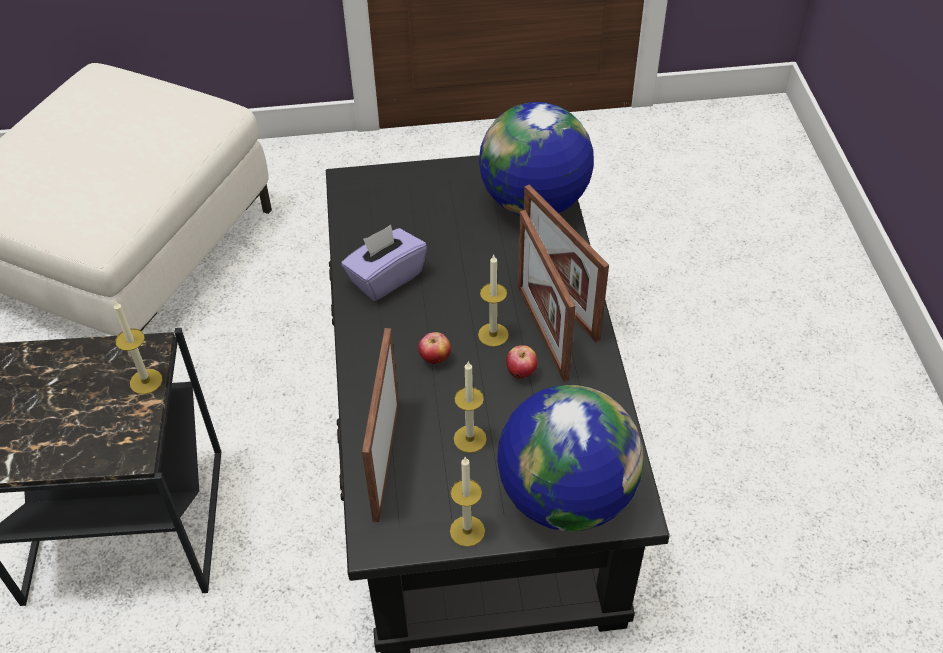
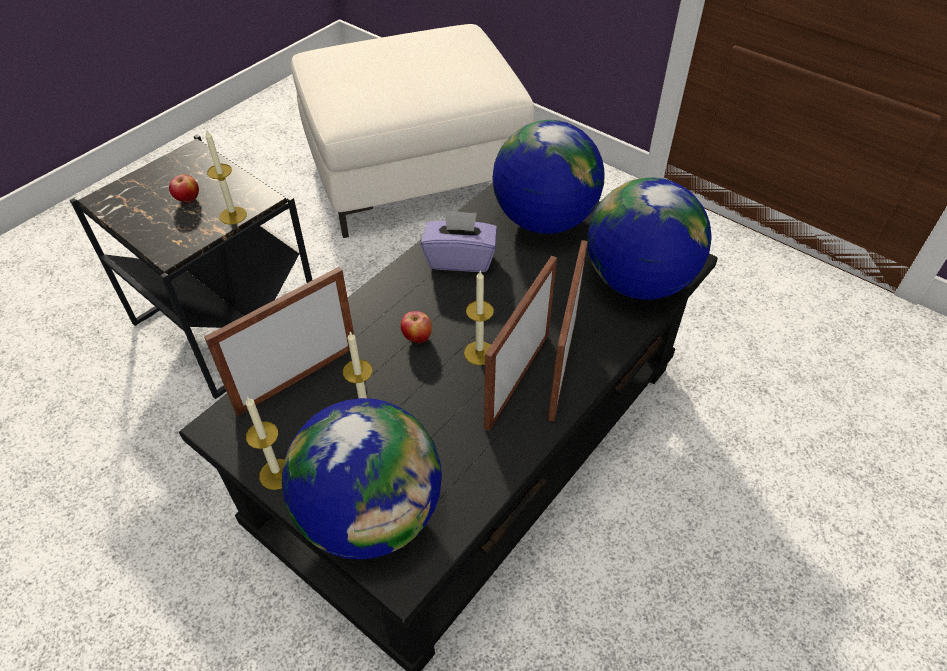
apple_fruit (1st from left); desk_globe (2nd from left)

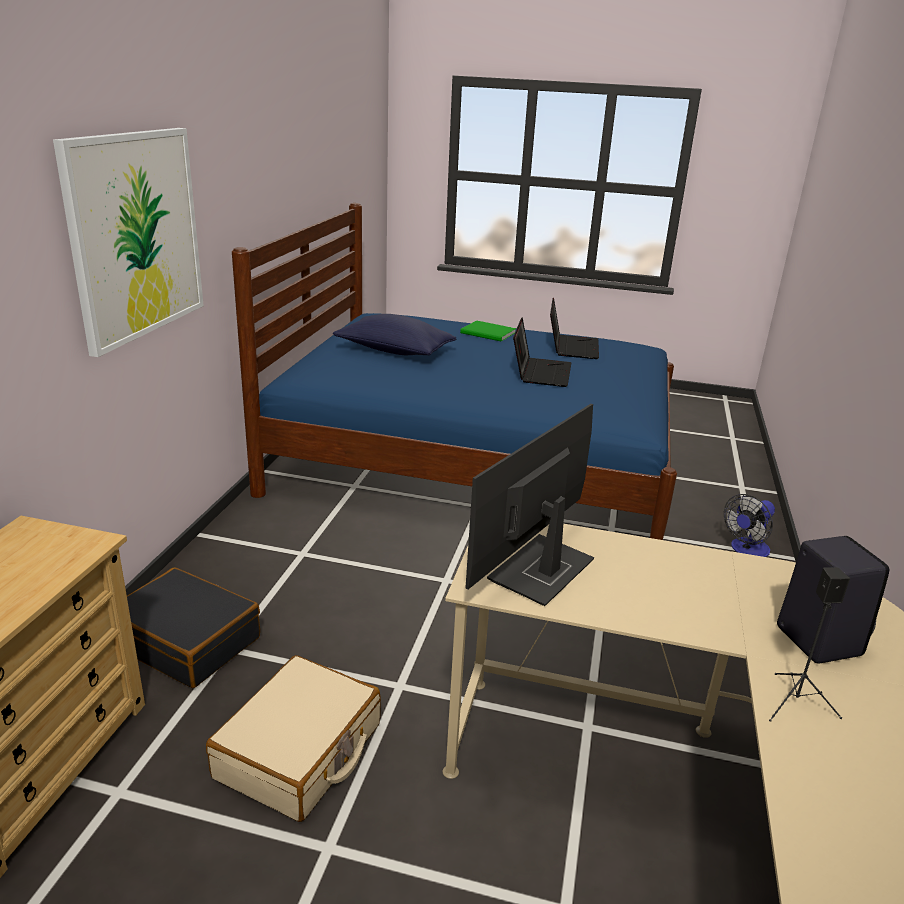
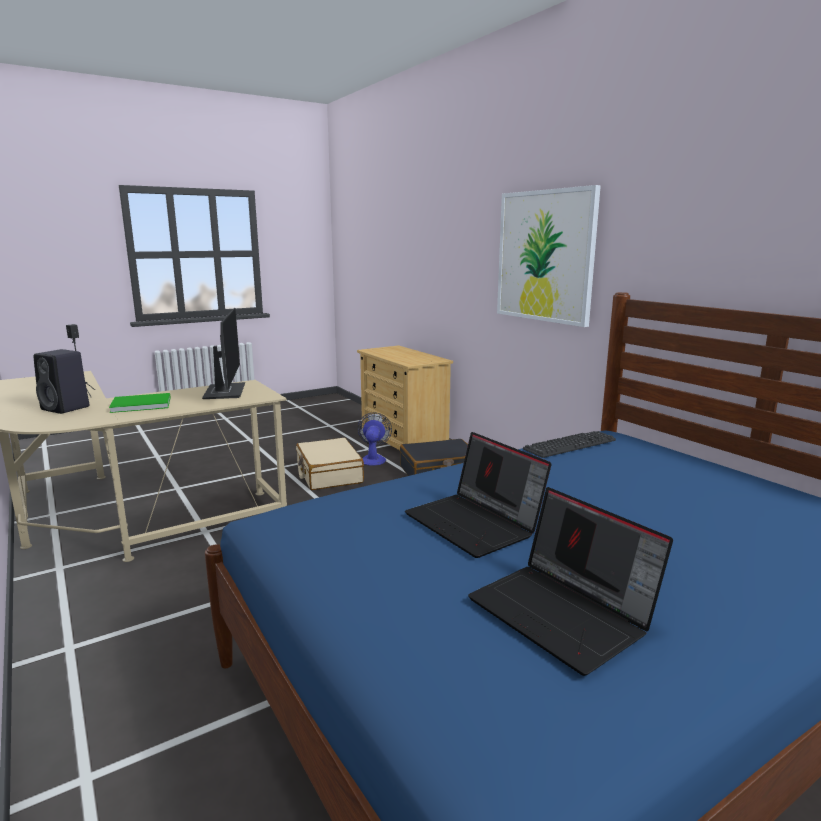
green_volume; fan; keyboard; blue_pillow

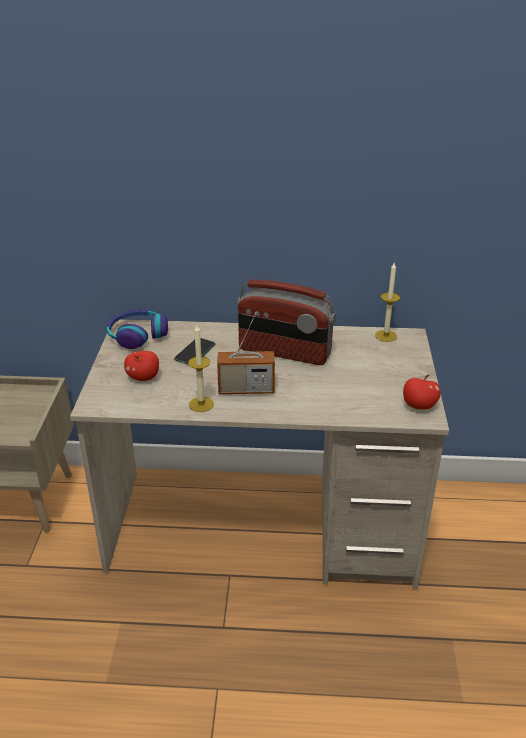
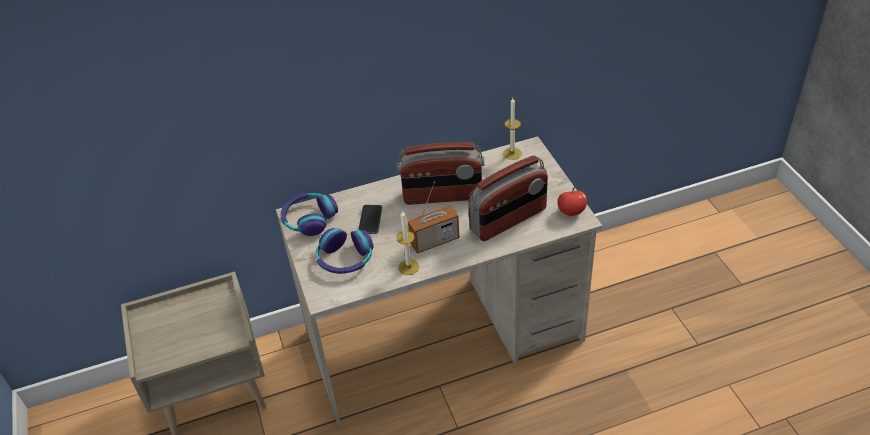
headphones (2nd from left); radio (3rd from left)

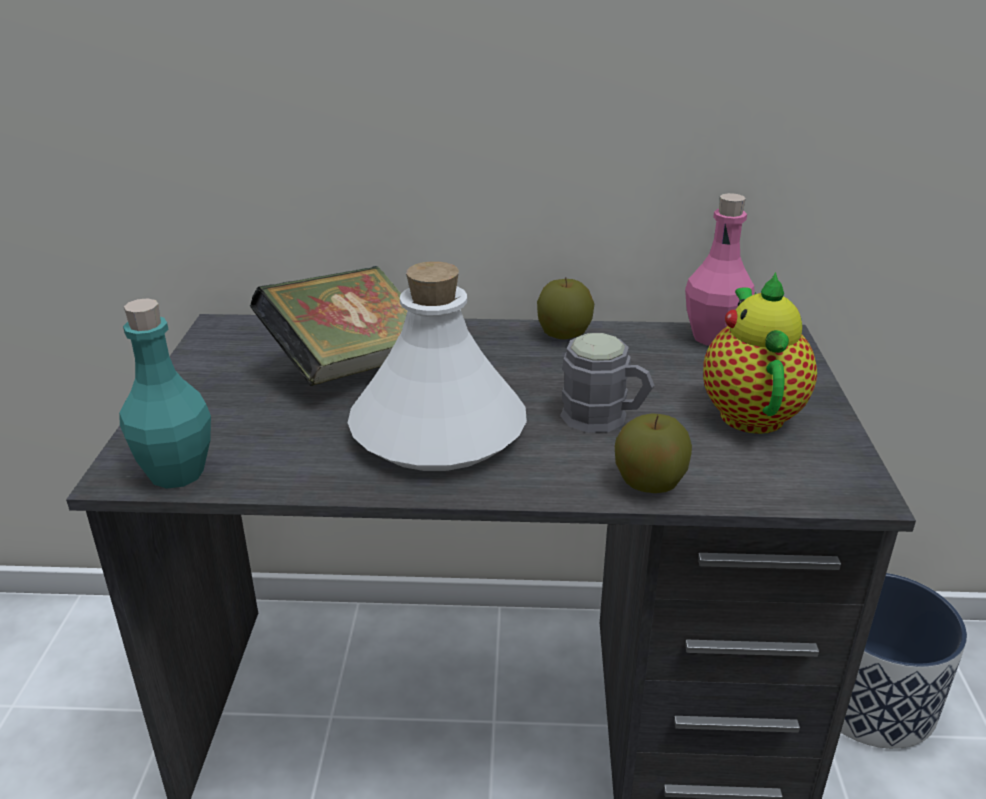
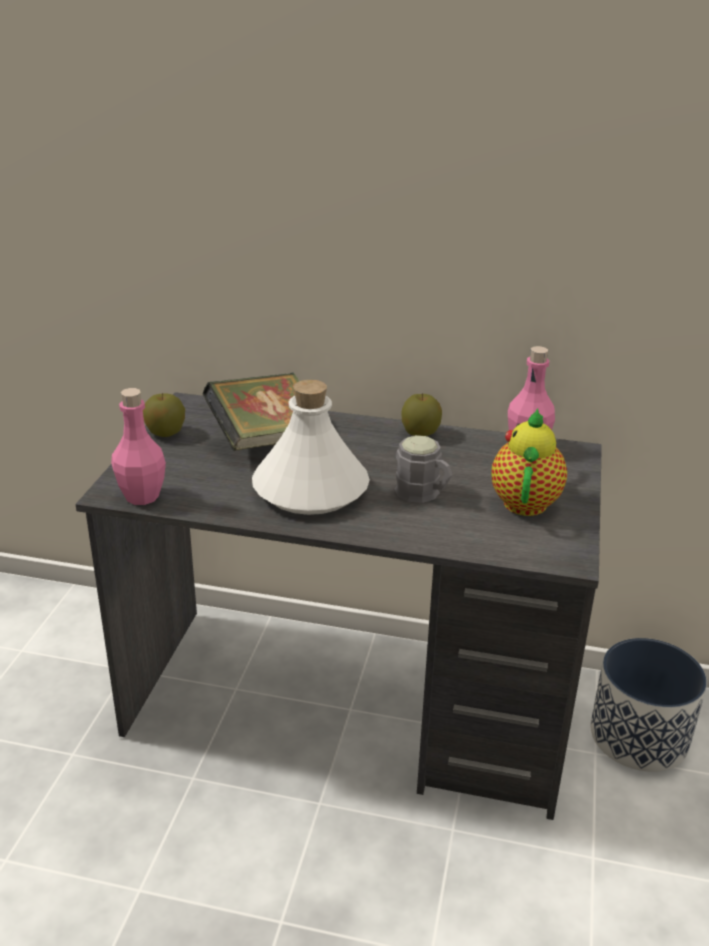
pinkish_bottle (1st from left); apple_fruit (1st from left)

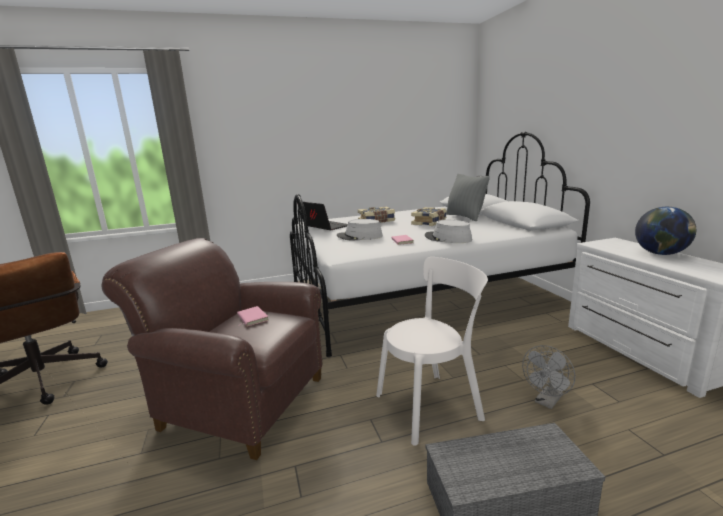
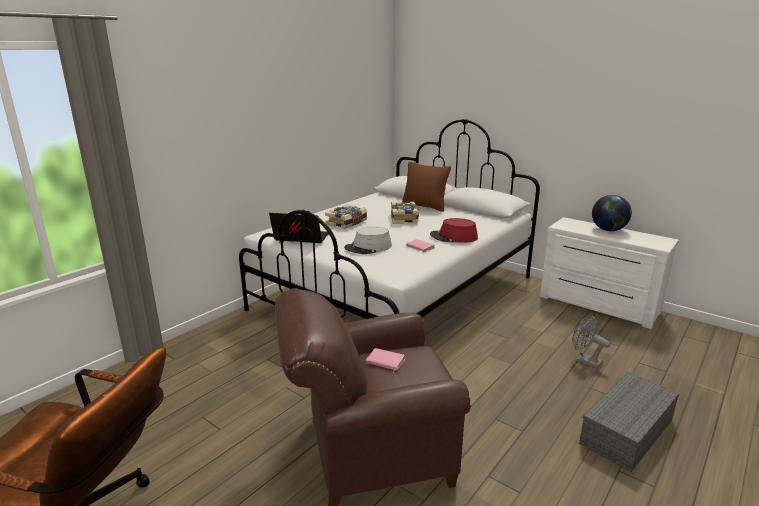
brownish_pillow; red_hat; greyish_fan; white-coloured_plain_chair

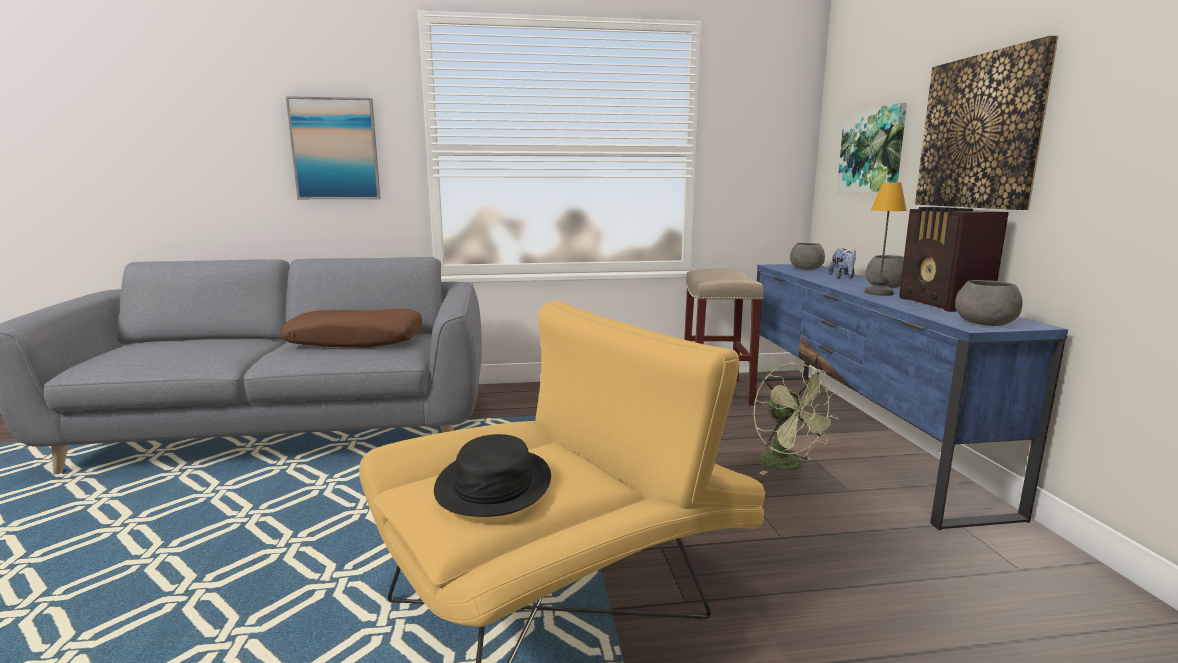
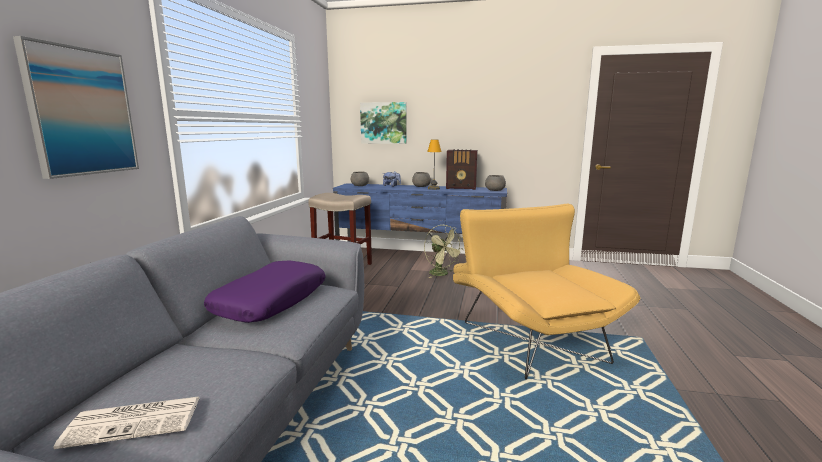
printed_paper; purple-coloured_pillow; green_fan; black_hat; wall_art (3rd from left in the first image)

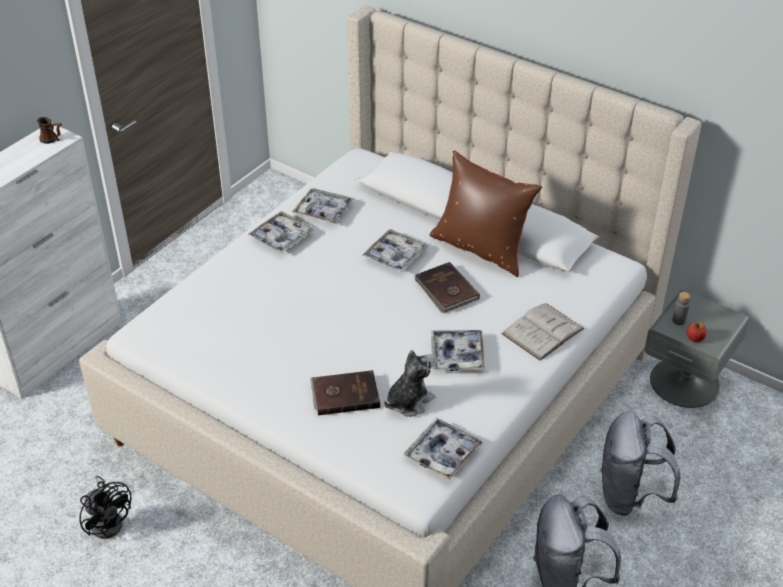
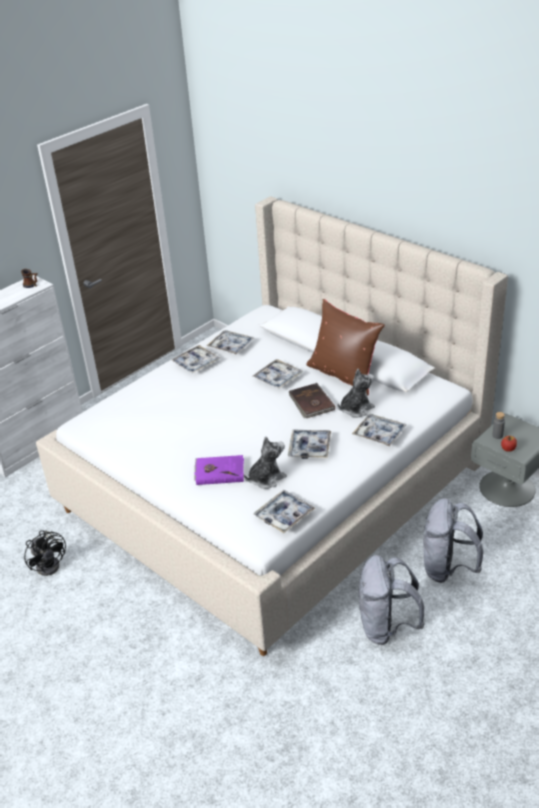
purple-coloured_volume; plush_toy (2nd from left); carrying_tray (6th from left)

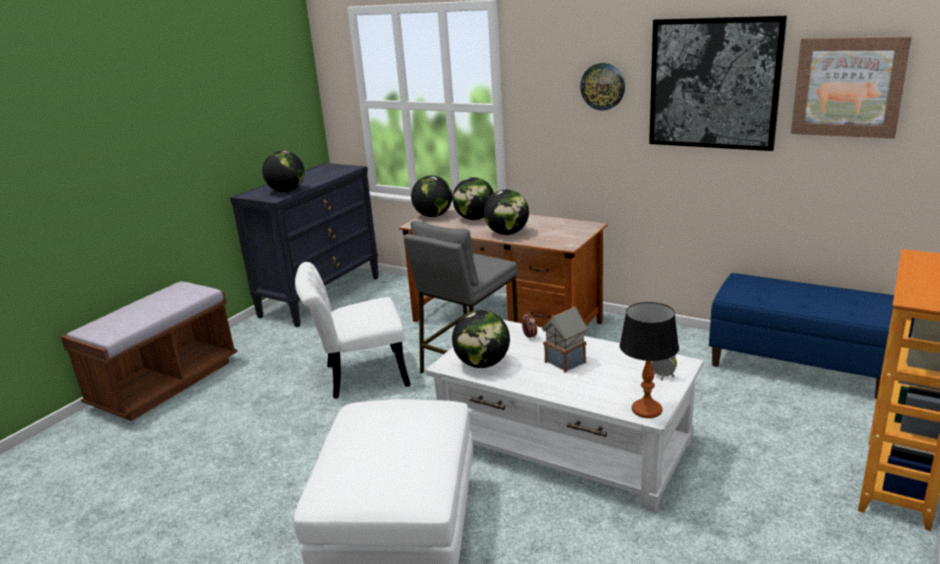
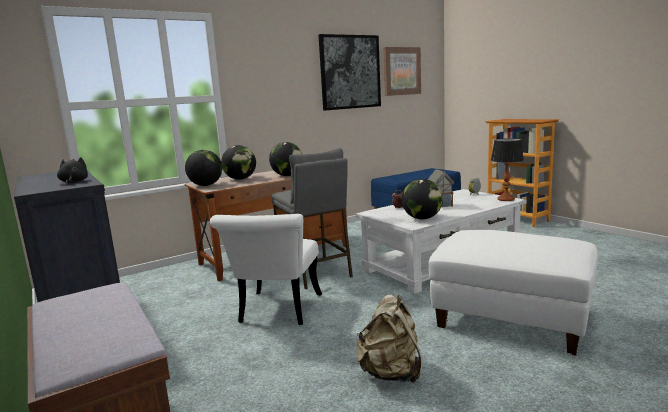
black_plush_toy; beige-coloured_rucksack; hanging_clock

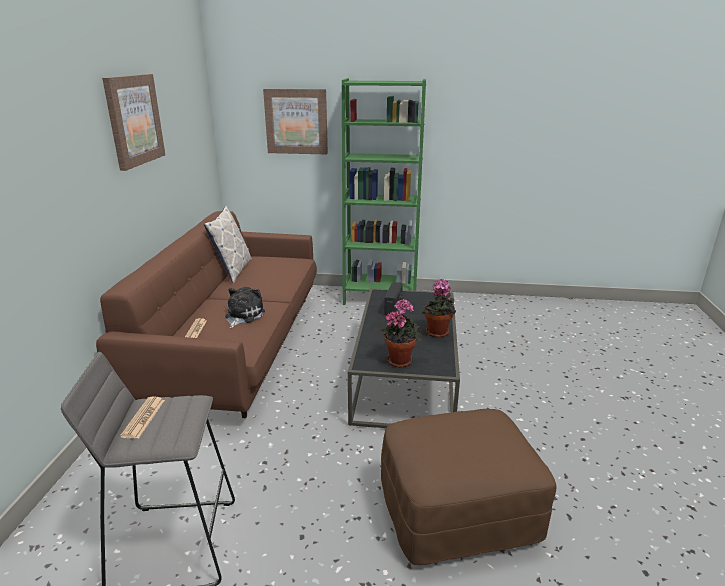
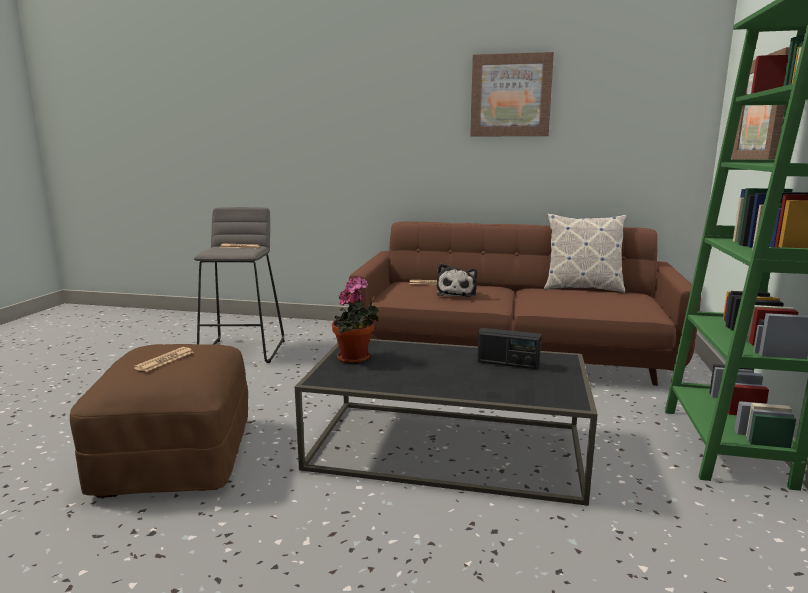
printed_paper (1st from left); plush_toy; plant_in_a_pot (2nd from left in the first image)

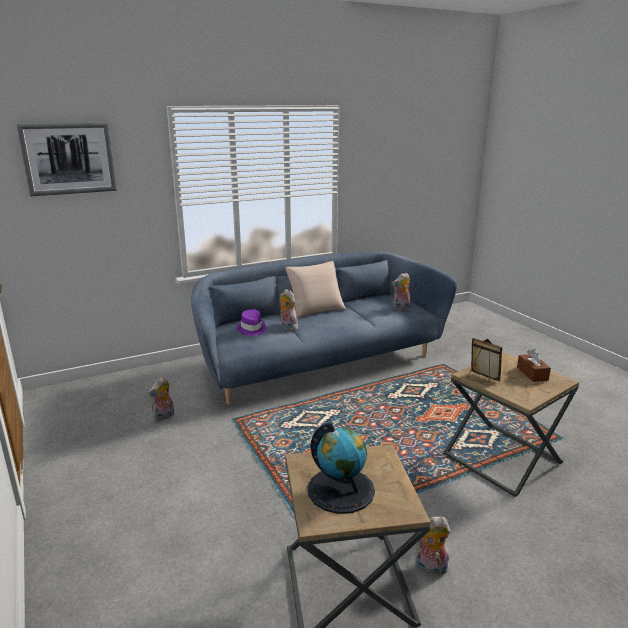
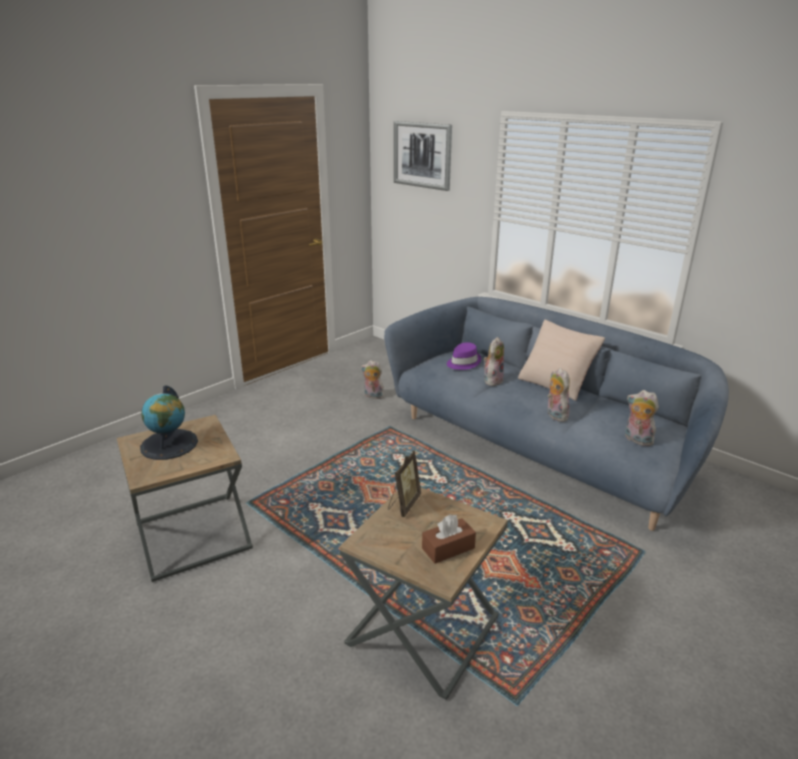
plush_toy (3rd from left)

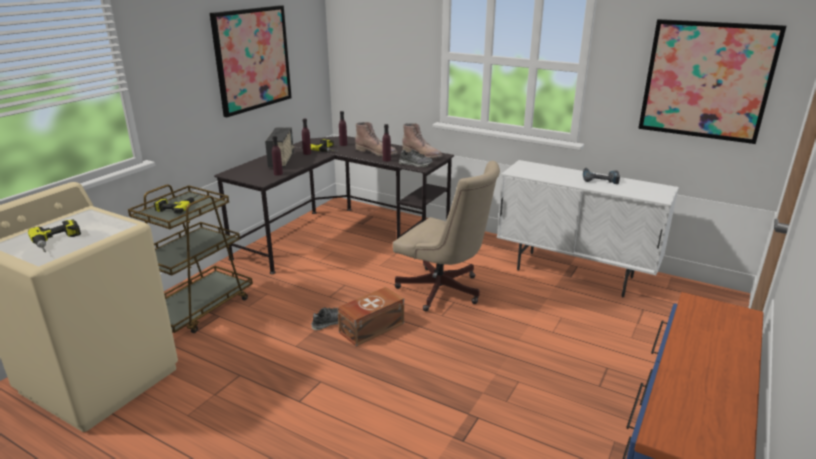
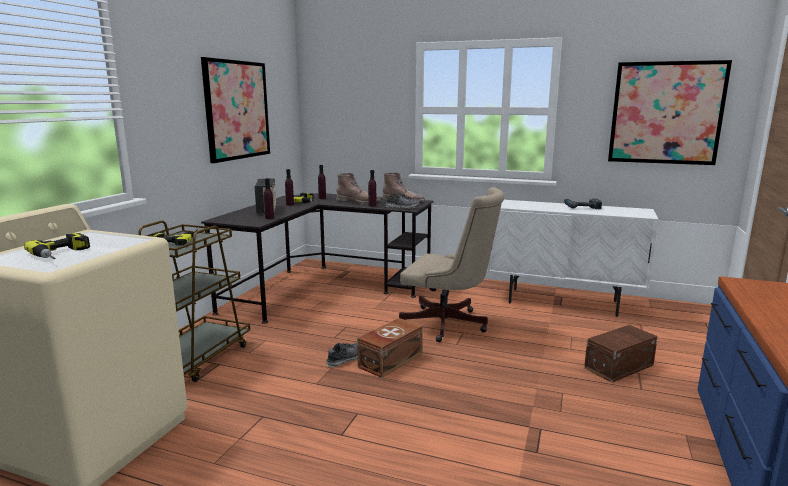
brownish_storage_bin (2nd from left)

